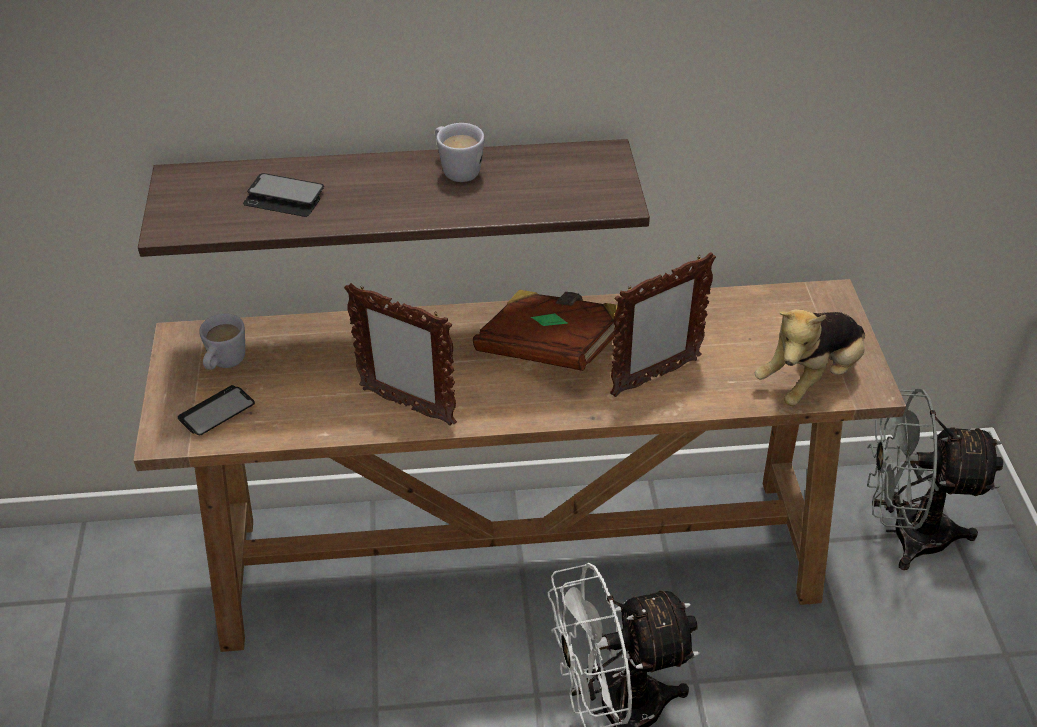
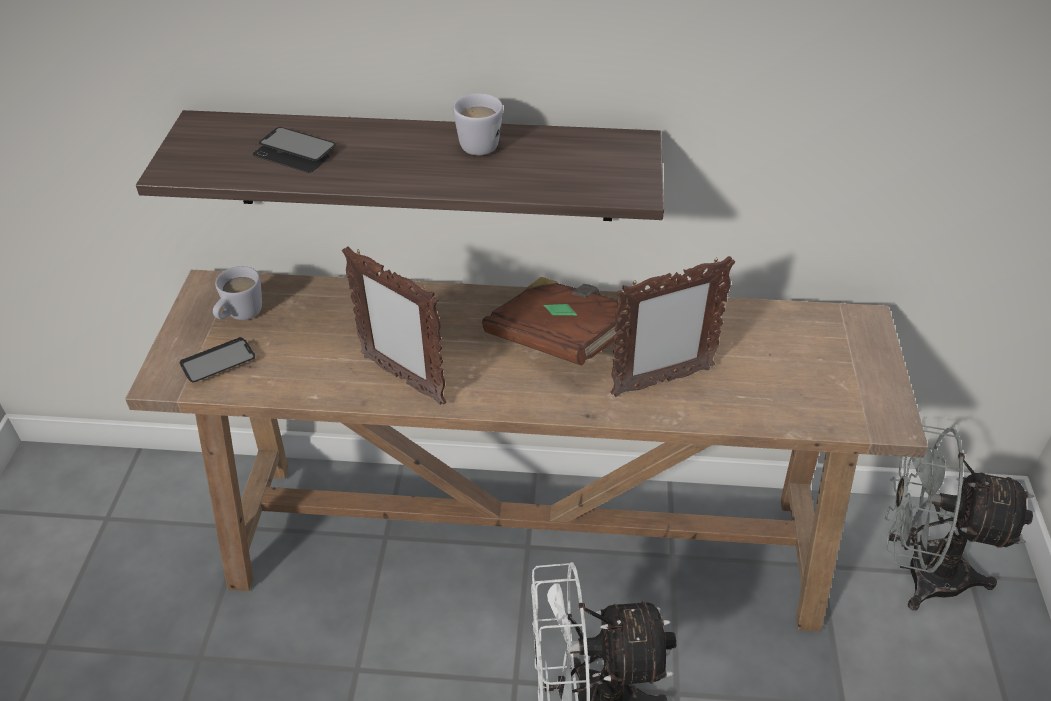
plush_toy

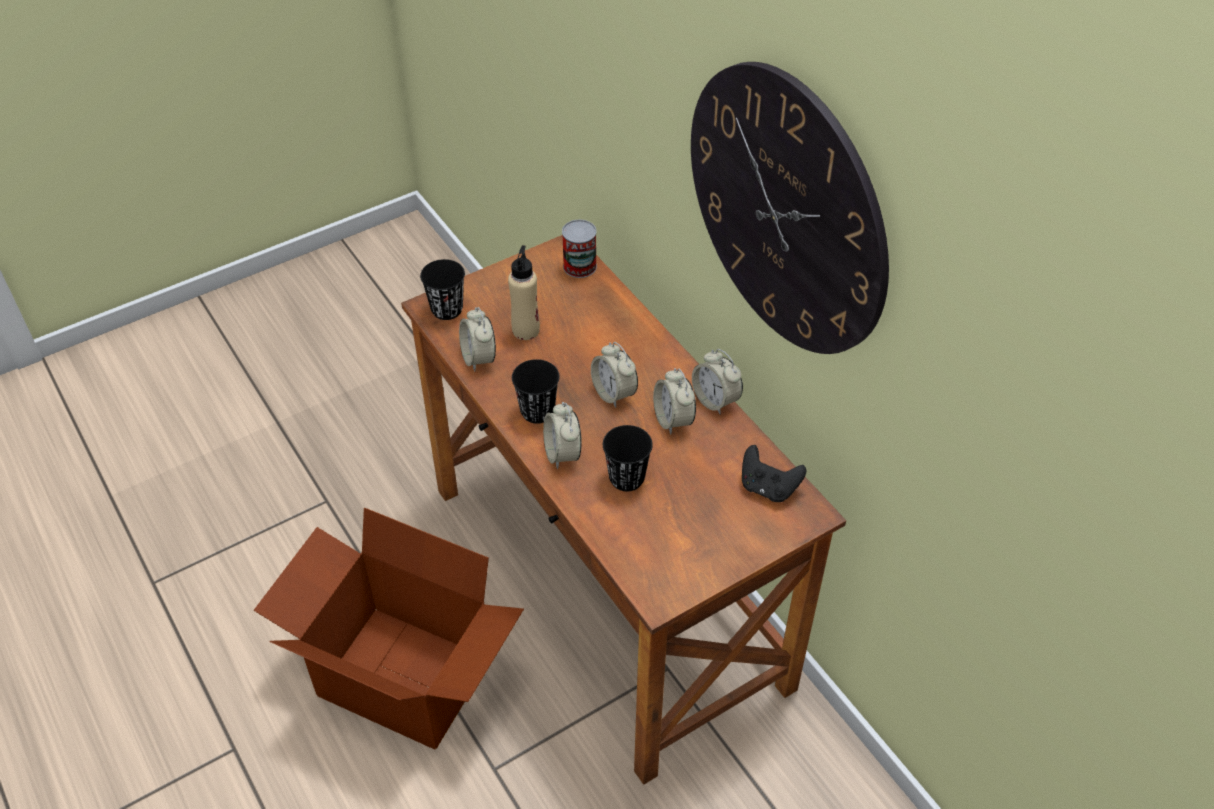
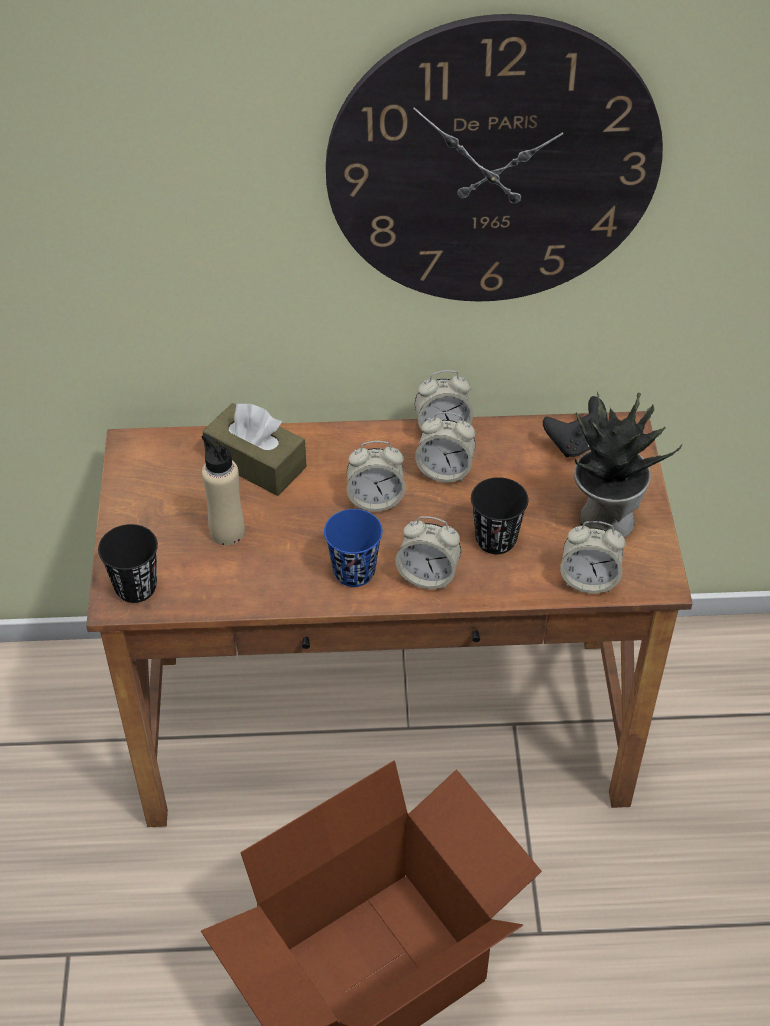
brownish_tissue_box; blue_cup; bedside_clock (5th from left); plant_in_a_pot; can

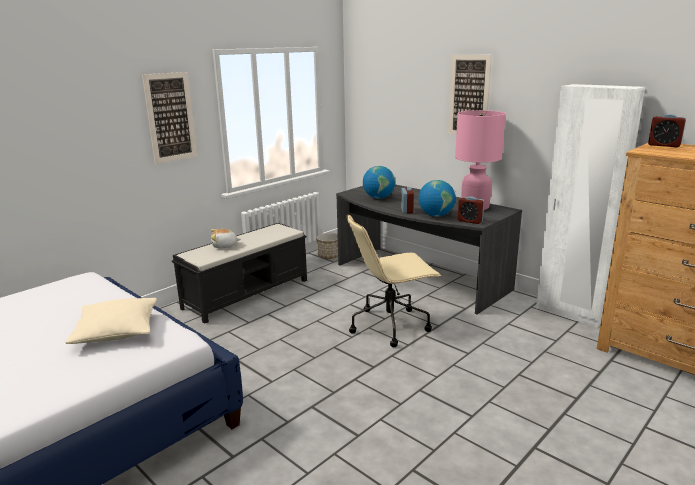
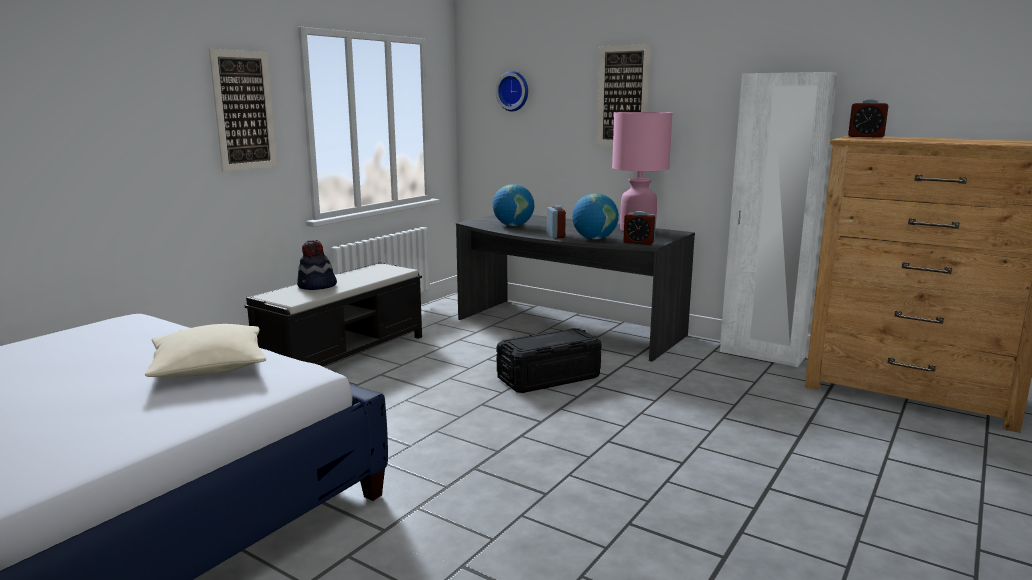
hat; hanging_clock; black_storage_bin; plant_pot

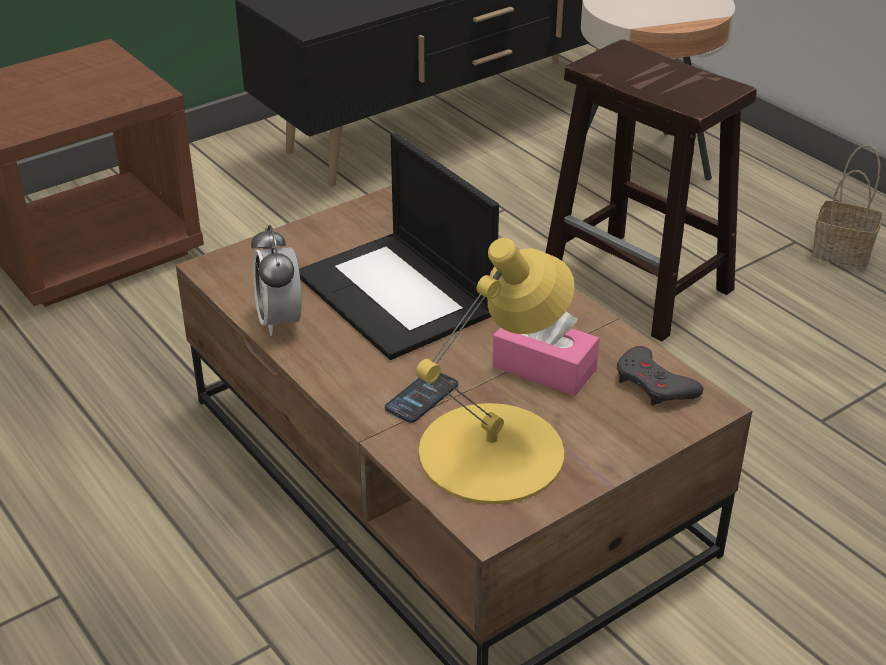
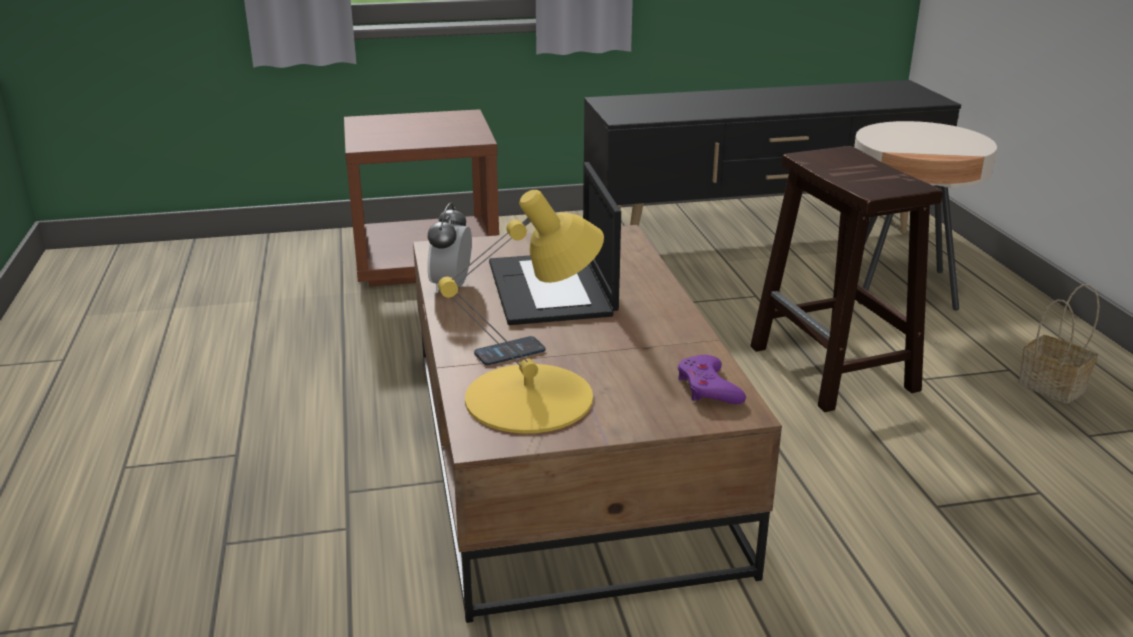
purple-coloured_joypad; pinkish_tissue_box

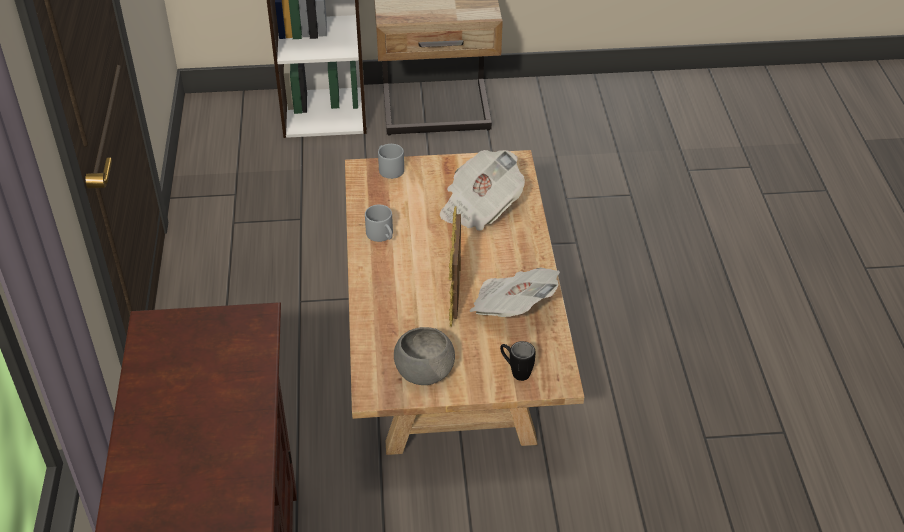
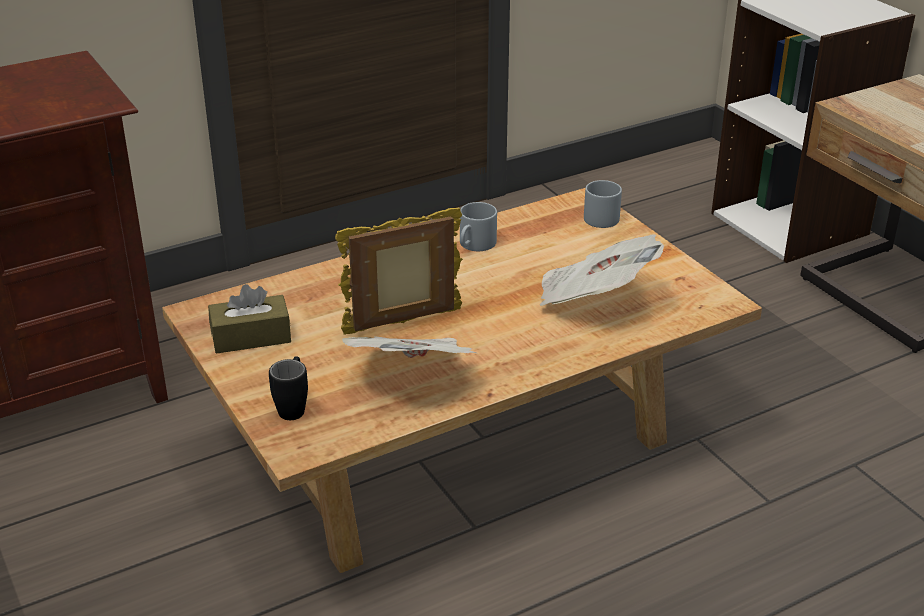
brownish_tissue_box

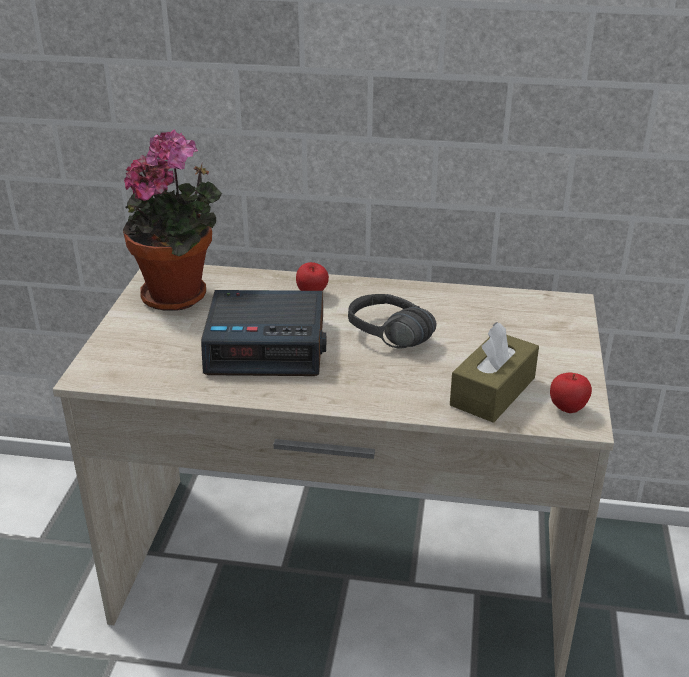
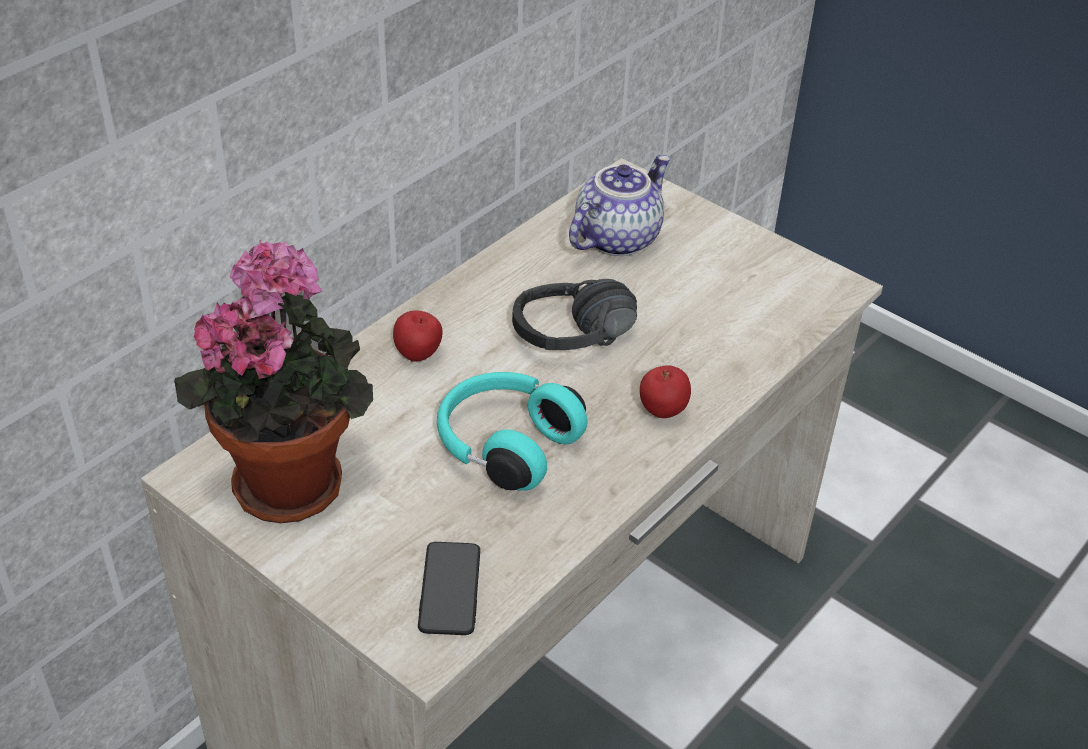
telephone; turquoise-coloured_headphones; pot_for_tea; apple_fruit (2nd from left); brownish_tissue_box

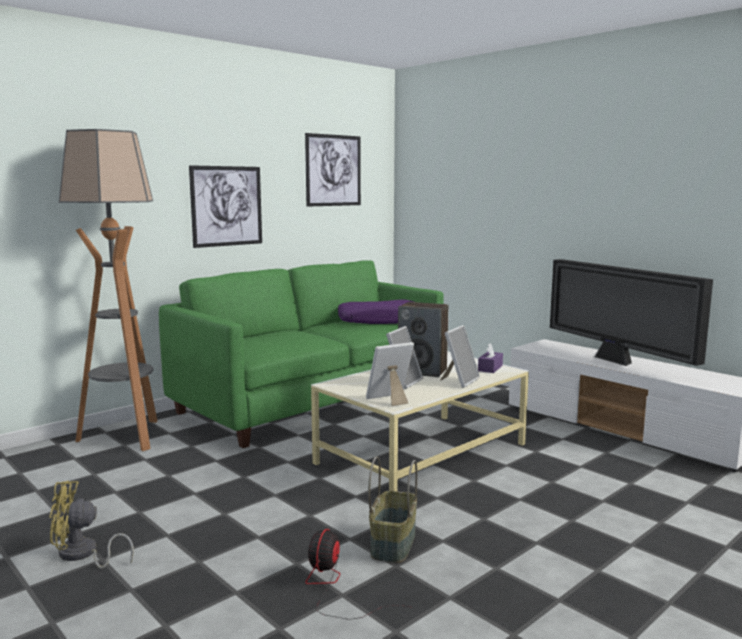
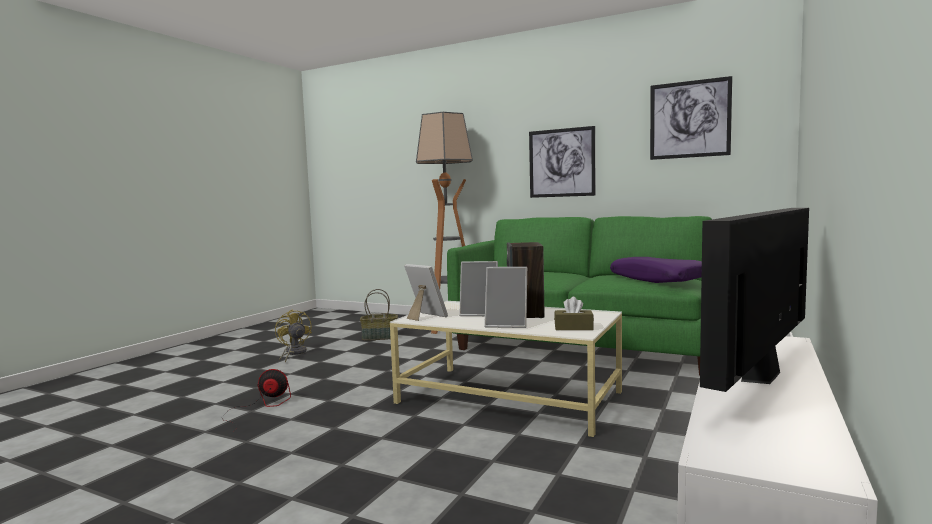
household_basket; brownish_tissue_box

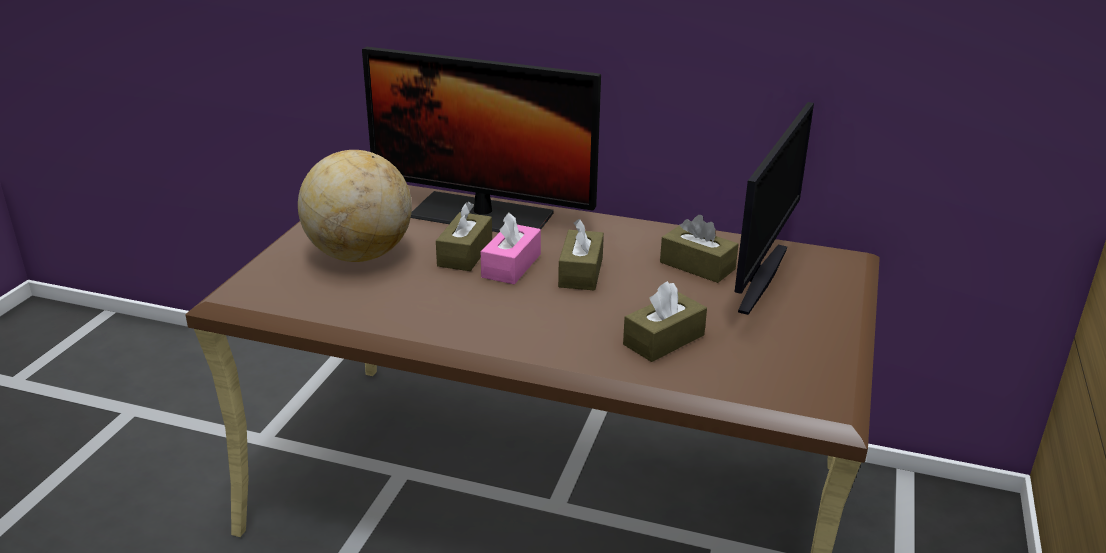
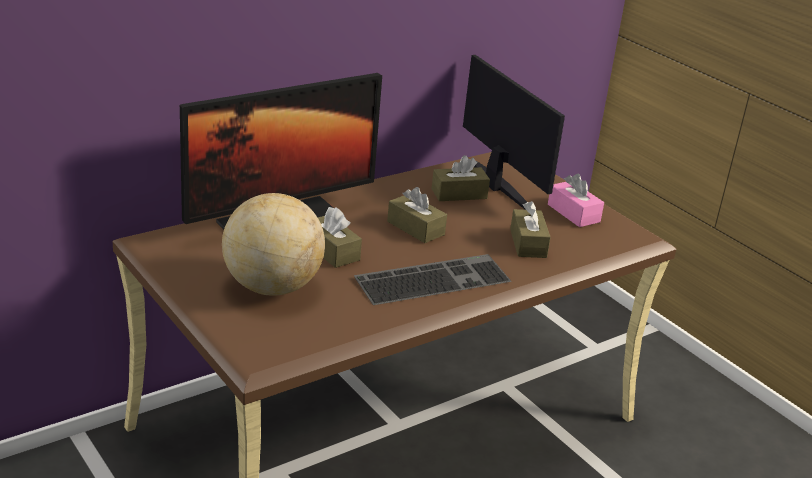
keyboard; pinkish_tissue_box

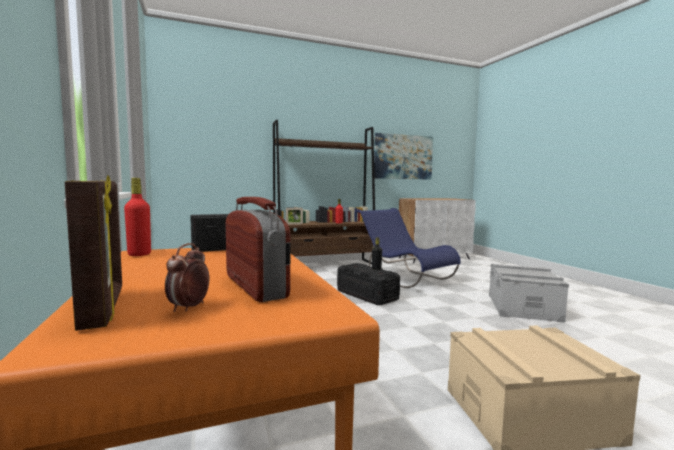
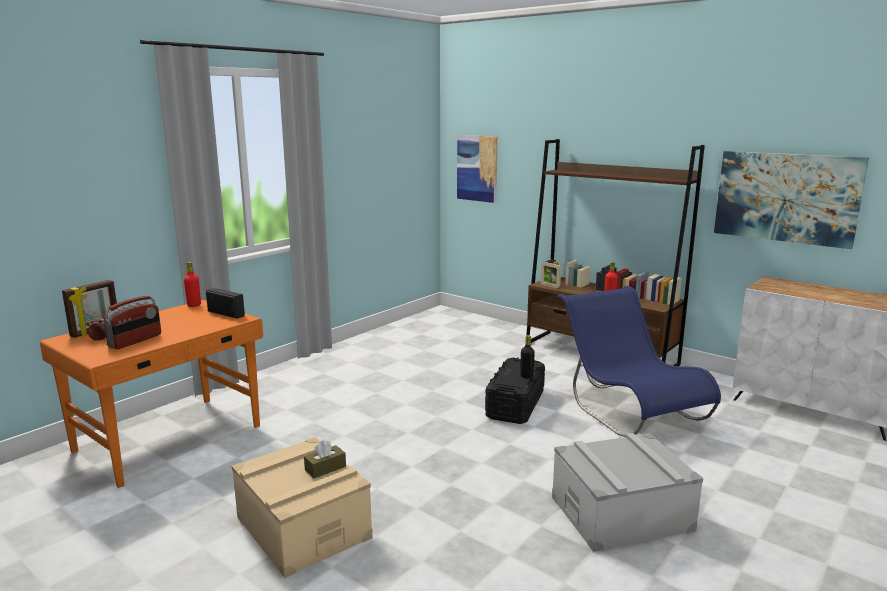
brownish_tissue_box; wall_art (1st from left); blue_plain_chair

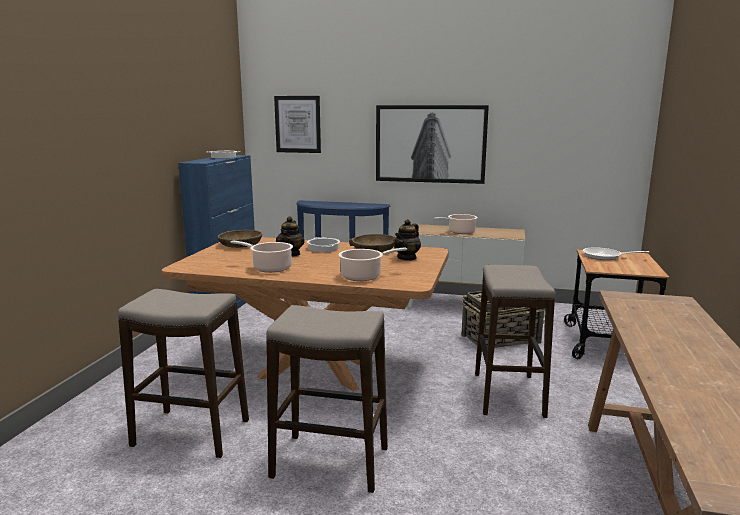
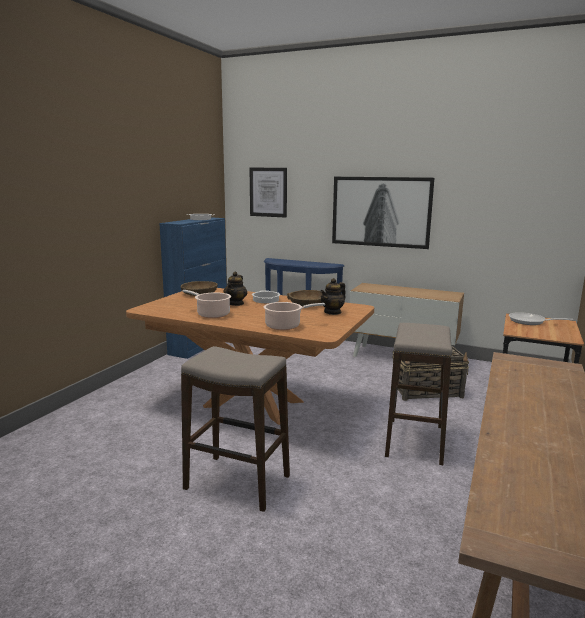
stool (1st from left in the first image); saucepot (5th from left in the first image)

